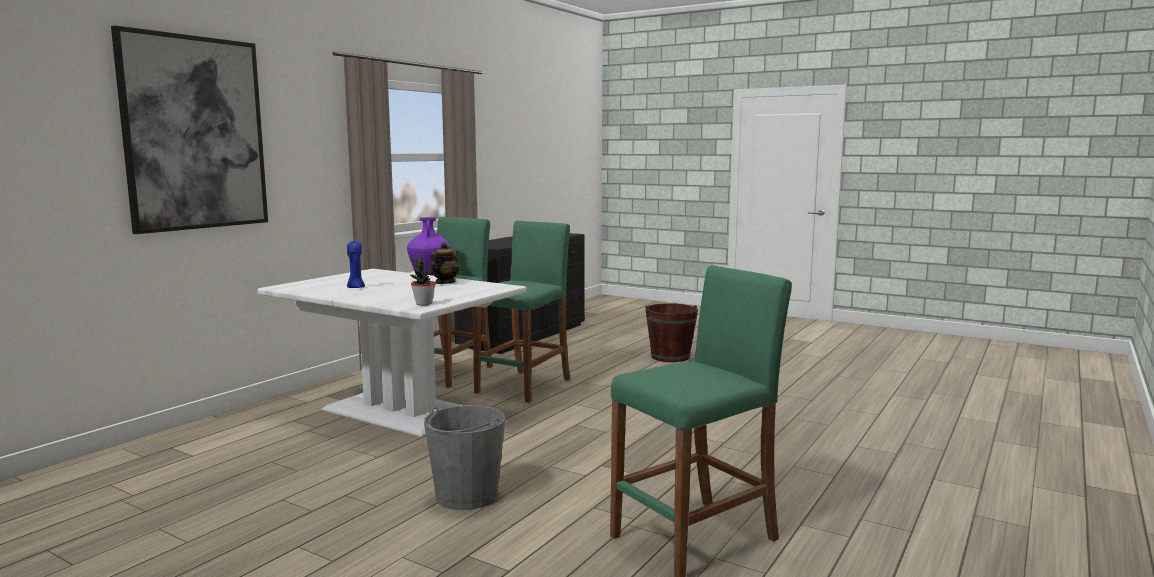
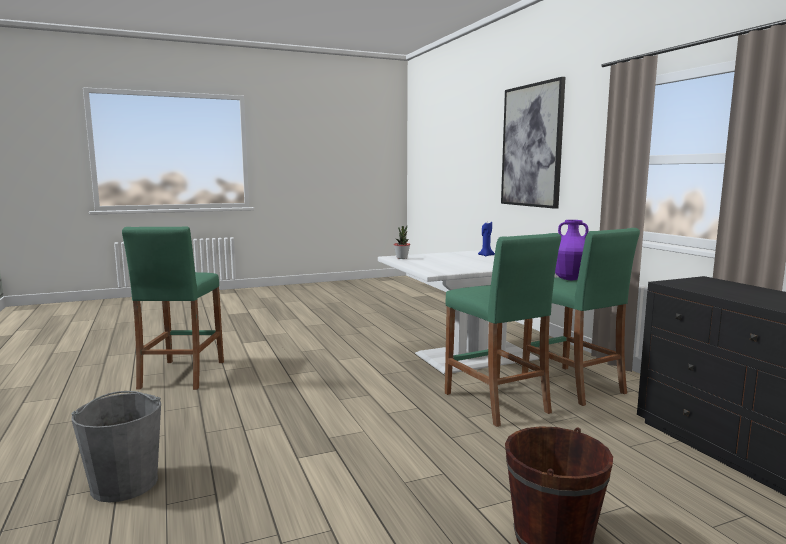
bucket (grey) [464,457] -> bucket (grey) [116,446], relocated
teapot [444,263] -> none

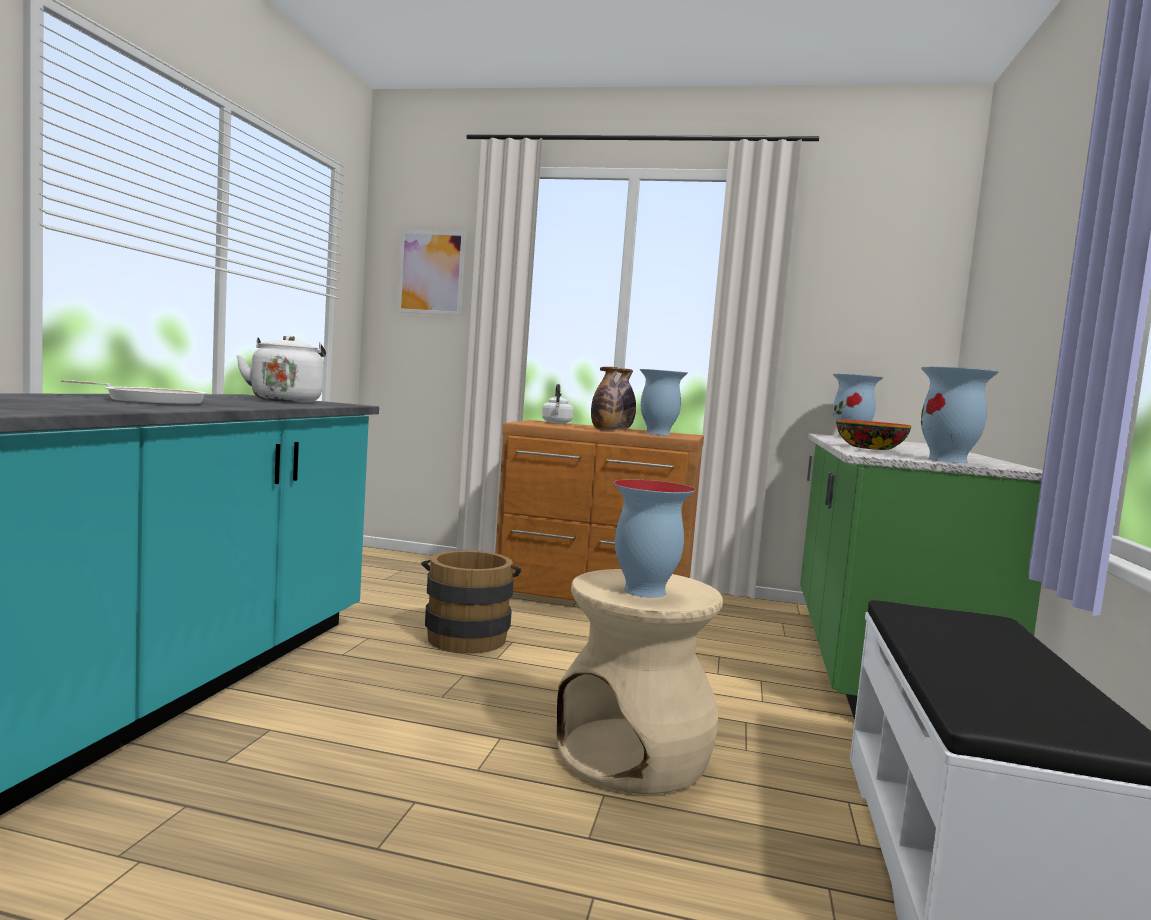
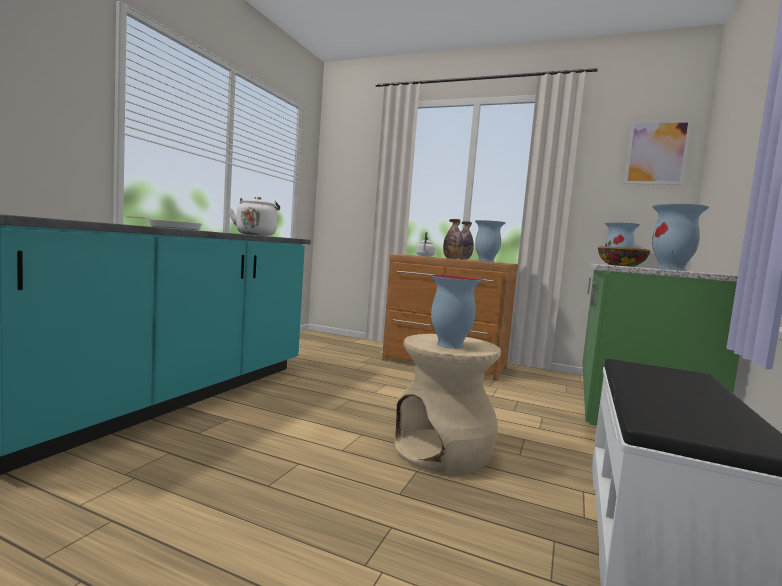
picture [431,273] -> picture [658,152], relocated
bucket (brown) [471,602] -> none

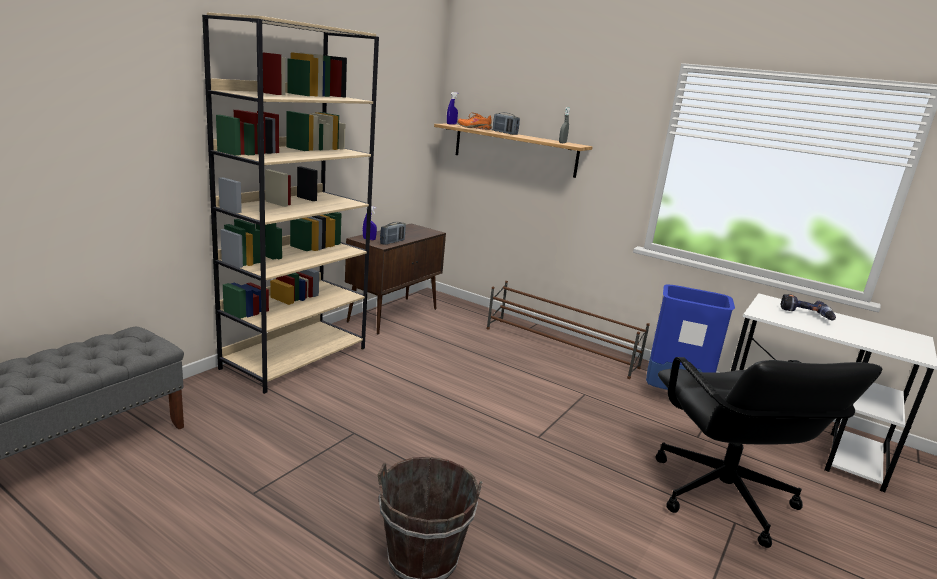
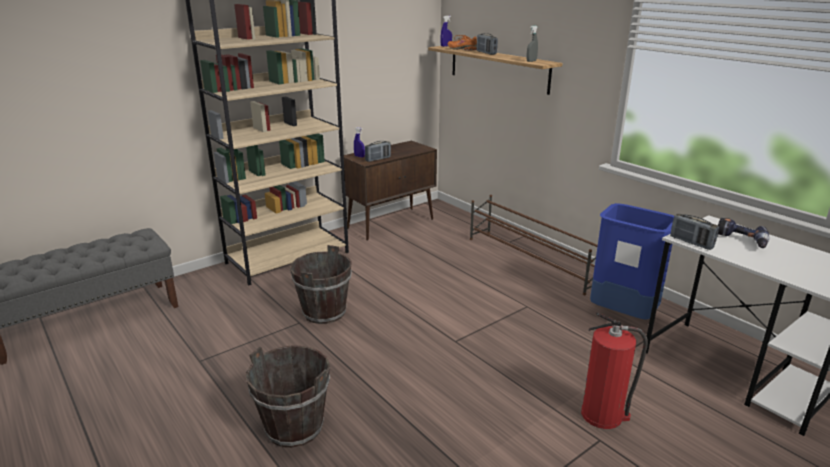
office chair (black) [768,452] -> fire extinguisher [614,371]
none -> bucket (brown) [321,284]
none -> radio [694,232]

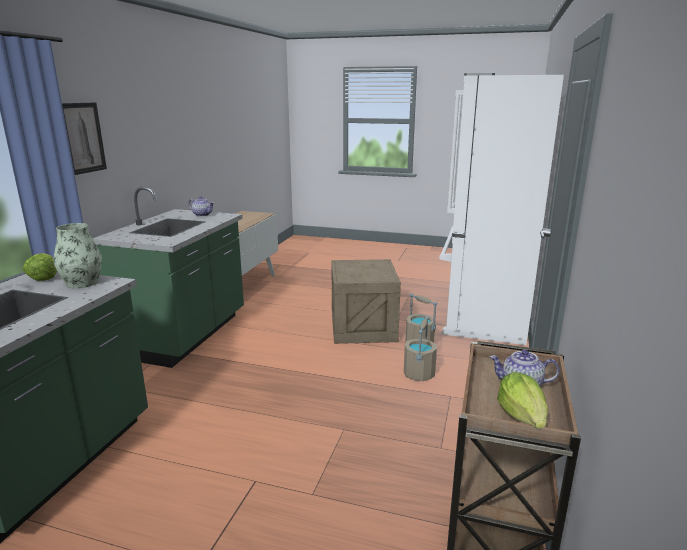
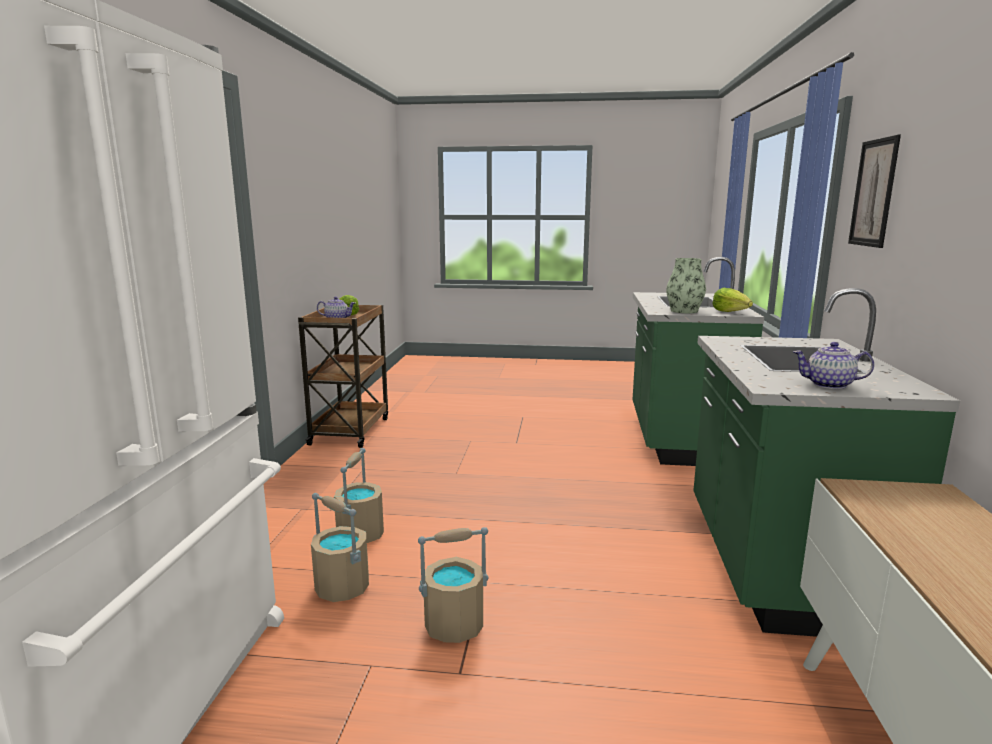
crate [366,301] -> bucket (beige) [453,585]

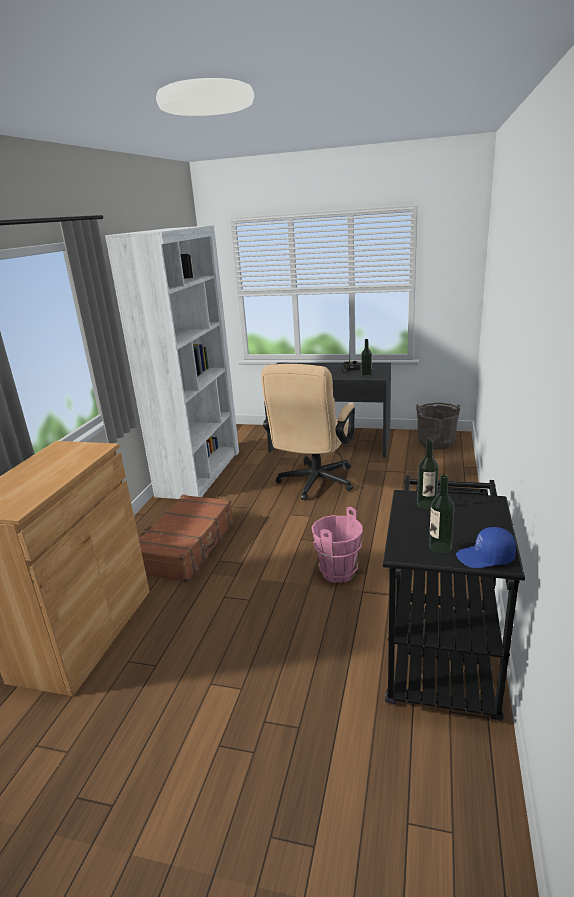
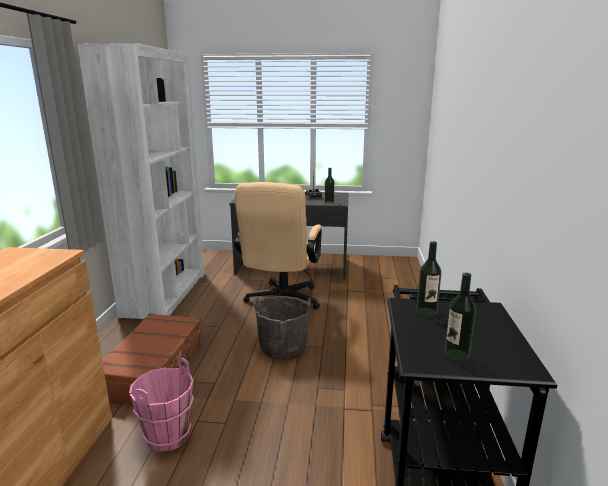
bucket (pink) [337,545] -> bucket (pink) [161,405], relocated
bucket (grey) [438,425] -> bucket (grey) [282,327], relocated
cap (blue) [486,547] -> none

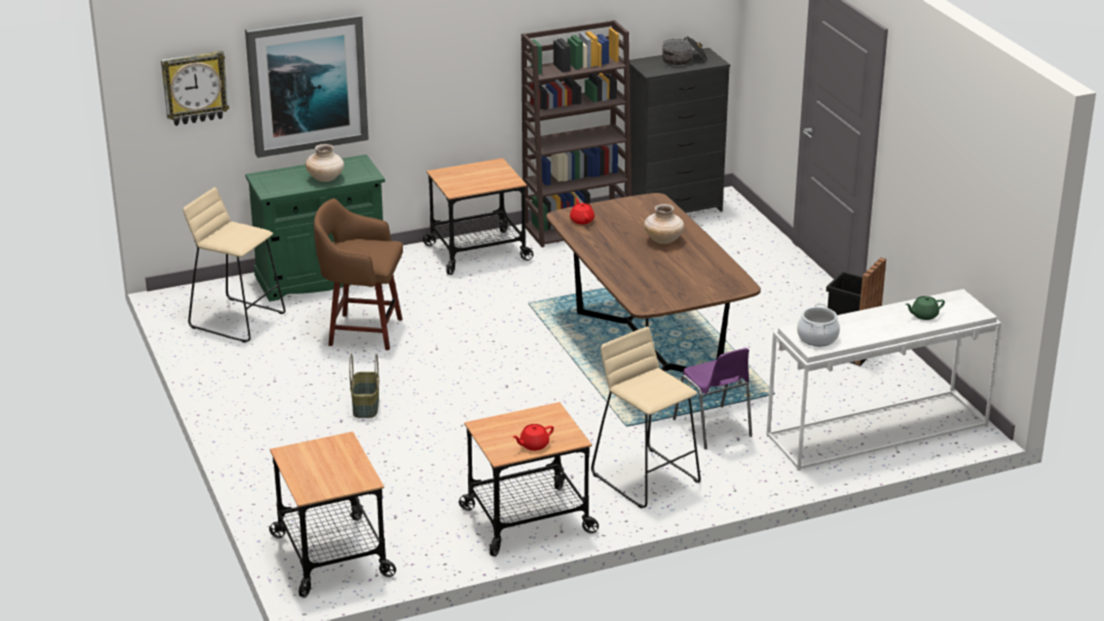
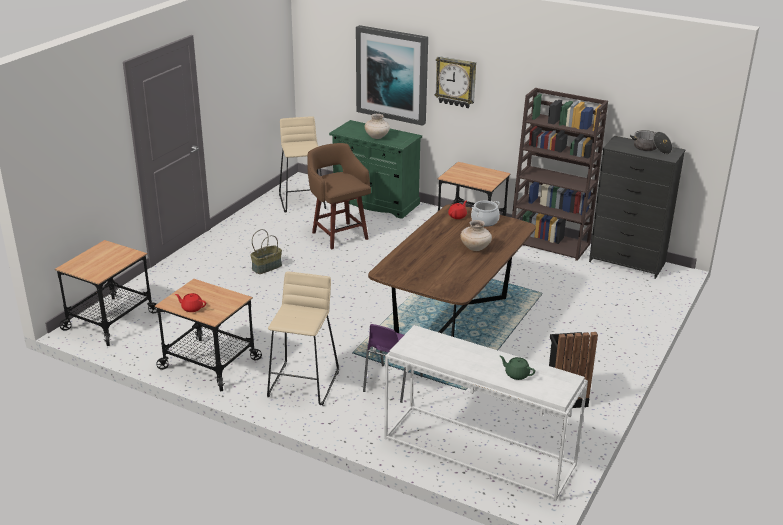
wall clock [195,88] -> wall clock [455,82], relocated
cooking pot [818,324] -> cooking pot [485,214], relocated

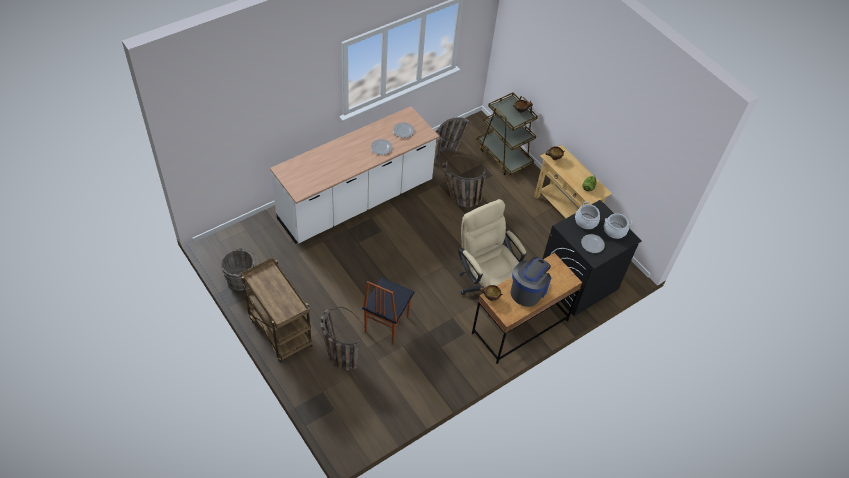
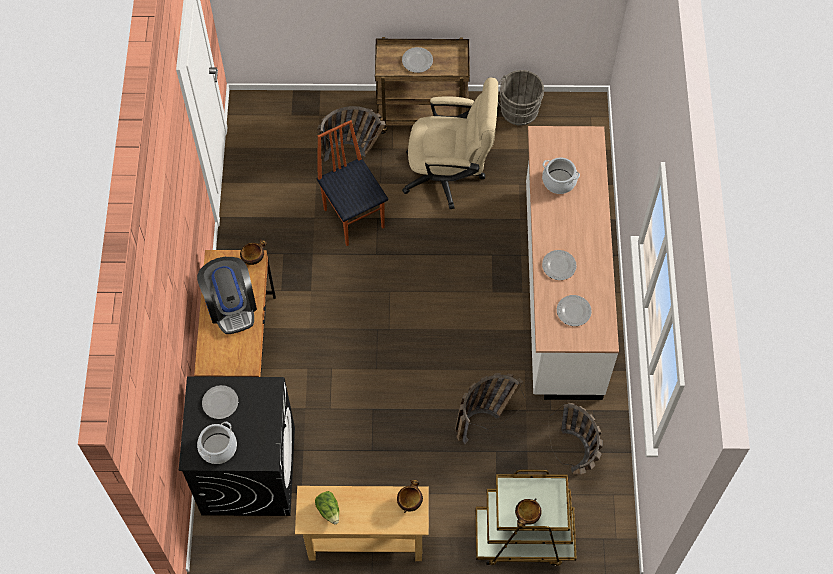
office chair (beige) [492,257] -> office chair (beige) [450,143], relocated
cooking pot [587,215] -> cooking pot [561,176], relocated
none -> plate [417,60]

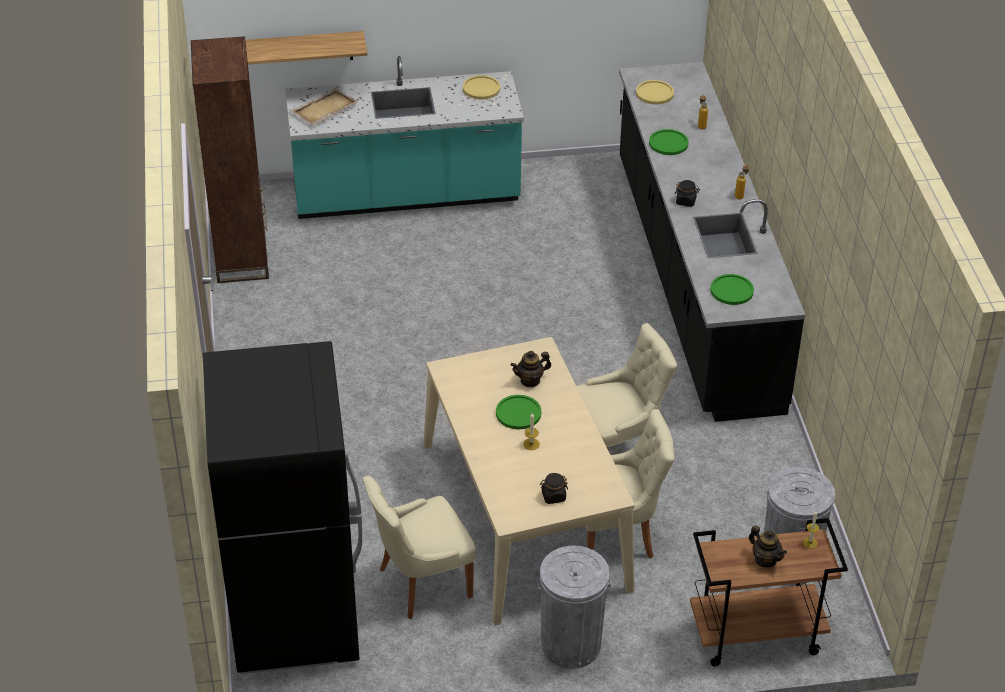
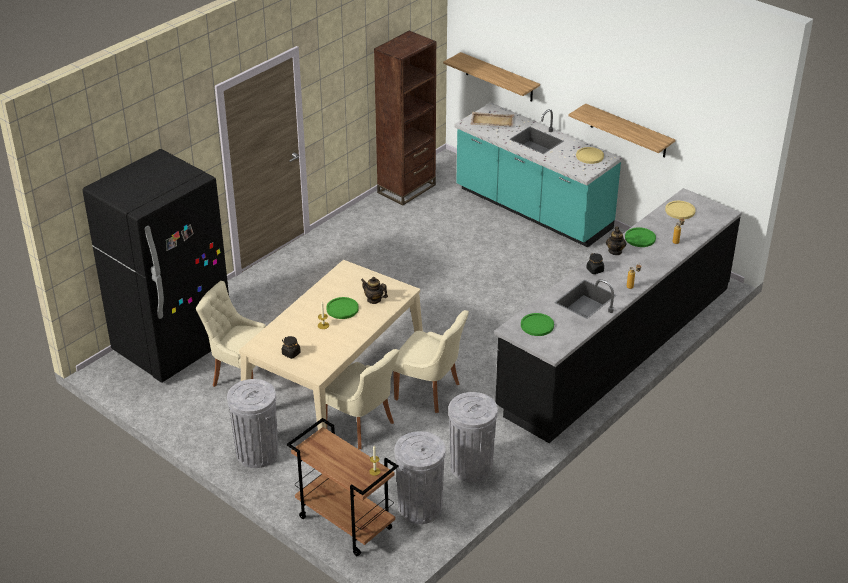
teapot [768,547] -> teapot [616,240], relocated
none -> trash can (grey) [473,437]
none -> shelf [622,130]

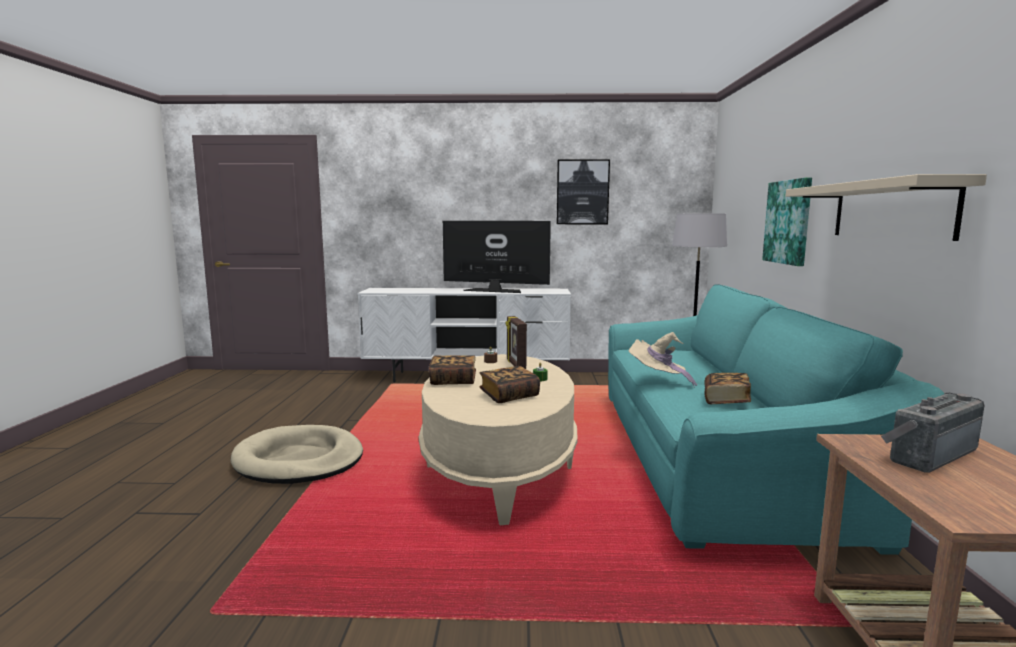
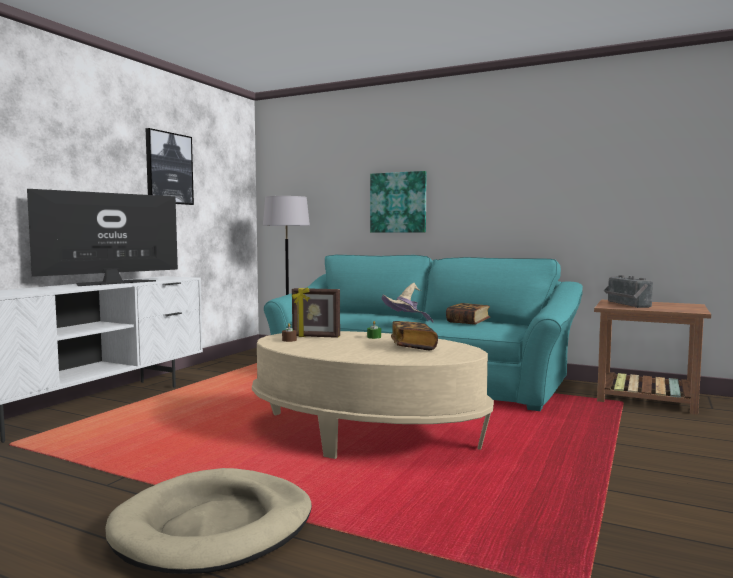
book [452,370] -> none
shelf (beige) [886,207] -> none

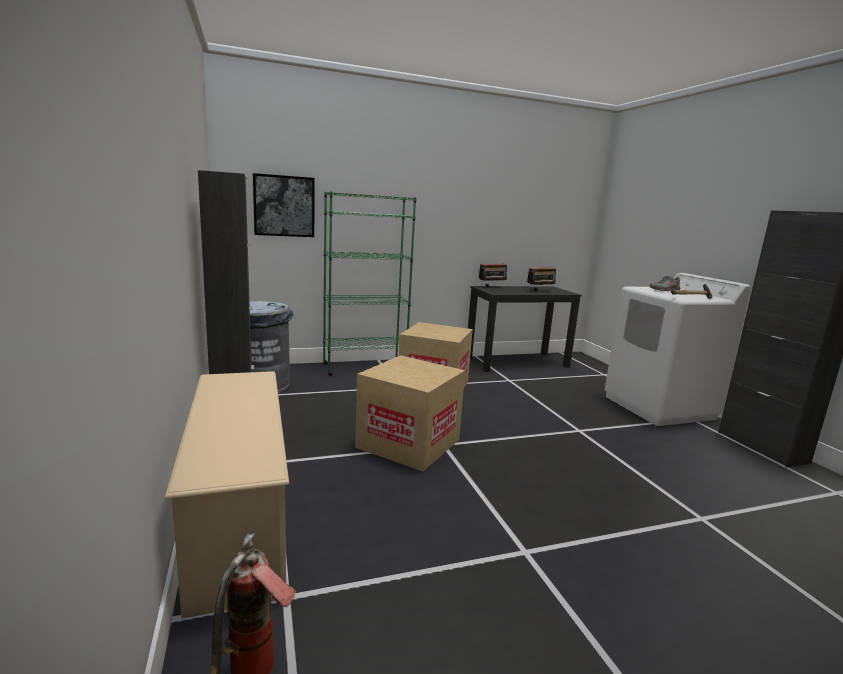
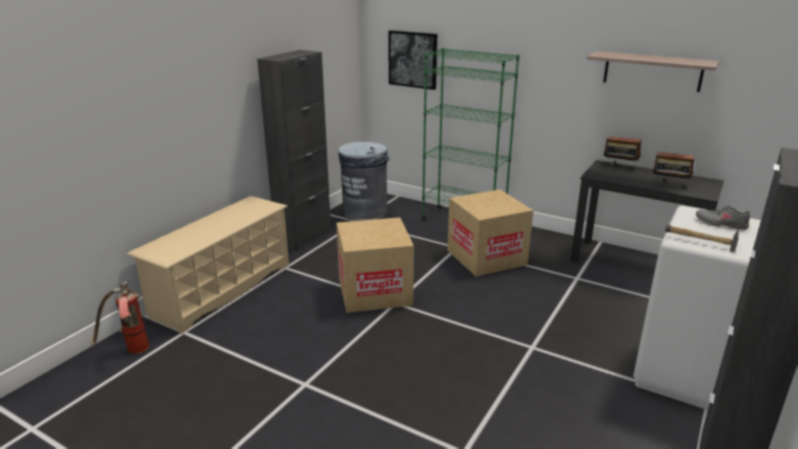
none -> shelf [653,71]

